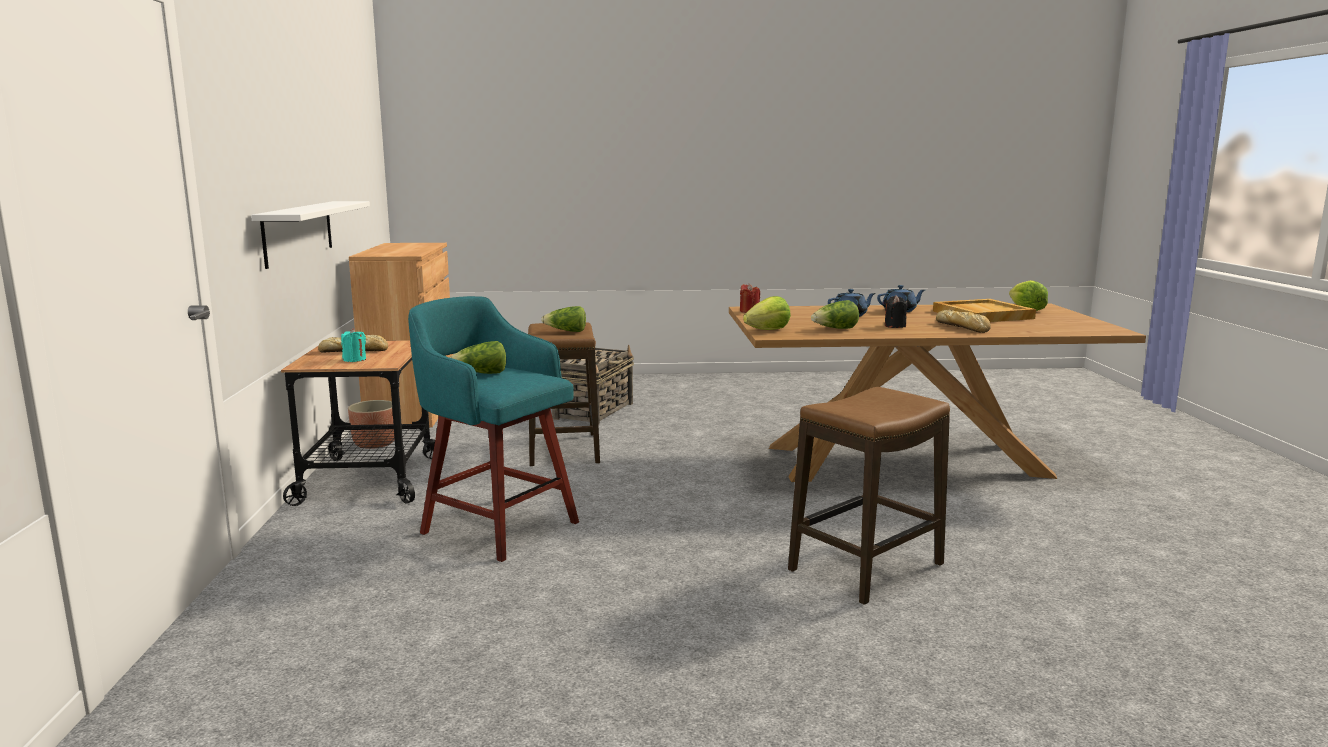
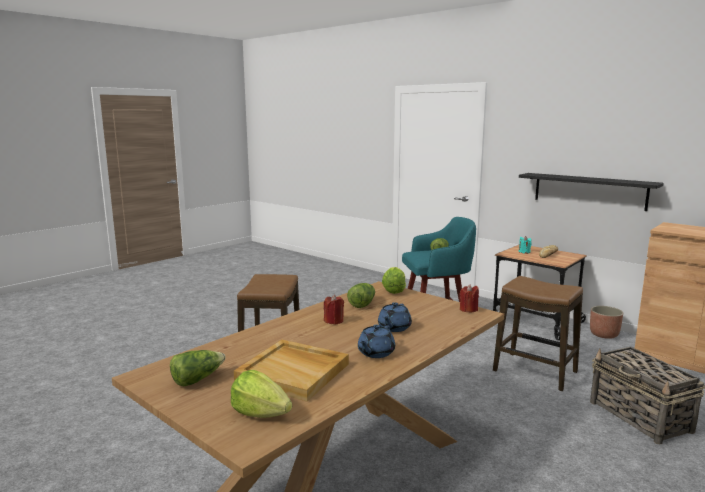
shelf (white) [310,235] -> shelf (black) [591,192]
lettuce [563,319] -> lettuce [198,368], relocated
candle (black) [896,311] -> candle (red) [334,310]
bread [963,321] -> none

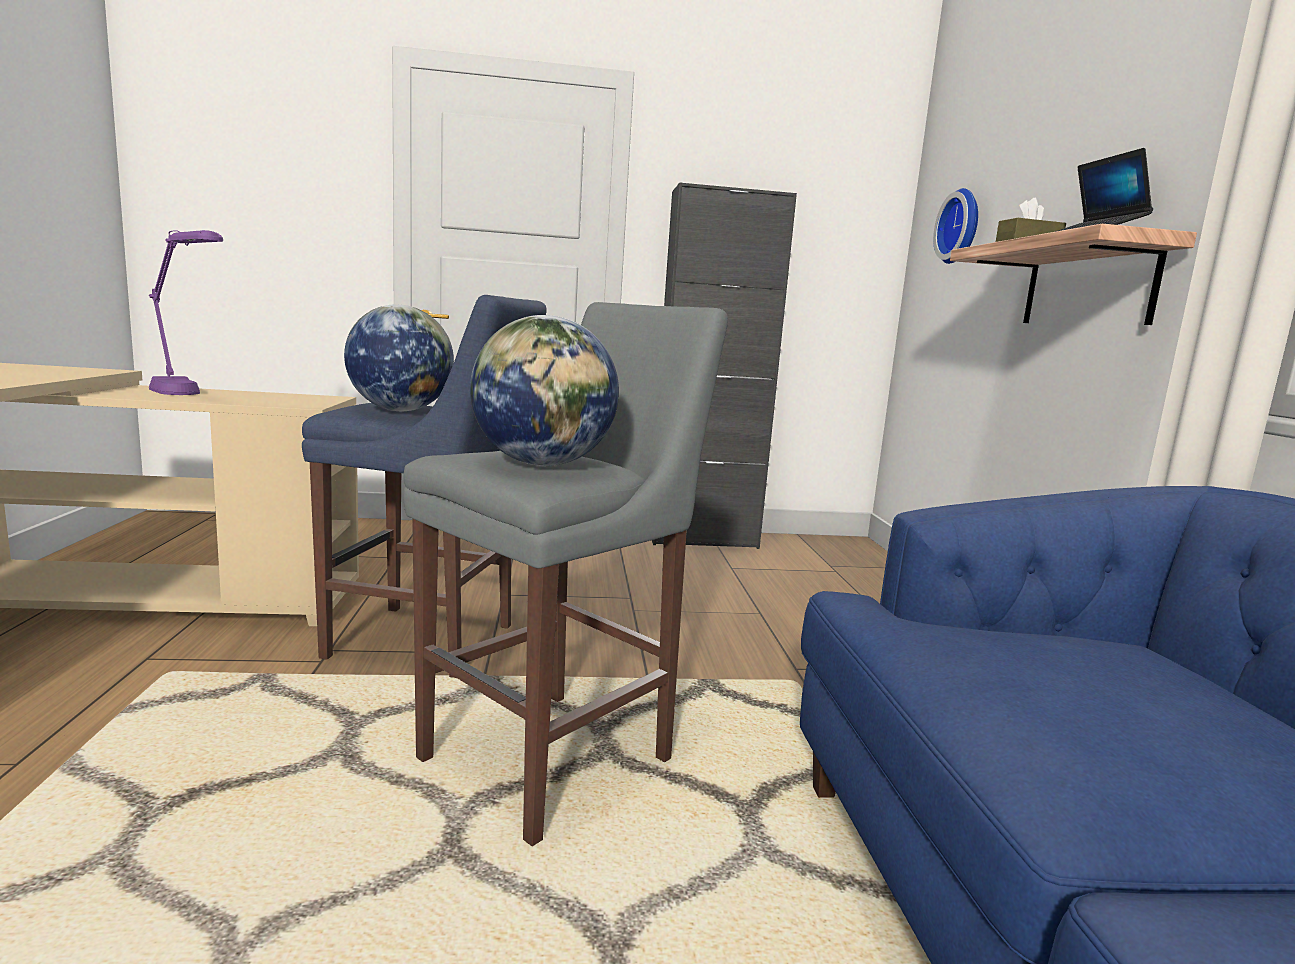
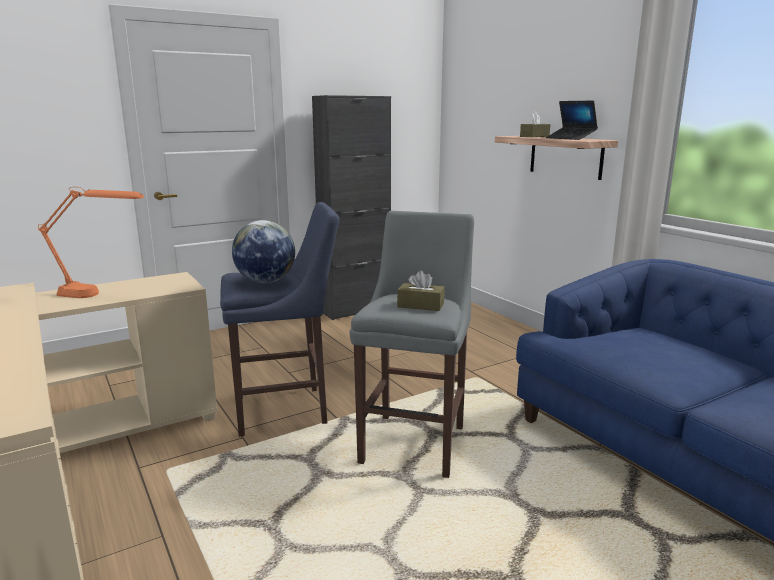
table lamp (purple) [186,312] -> table lamp (orange) [91,242]
globe [544,390] -> tissue box (brown) [421,291]
wall clock [955,226] -> none

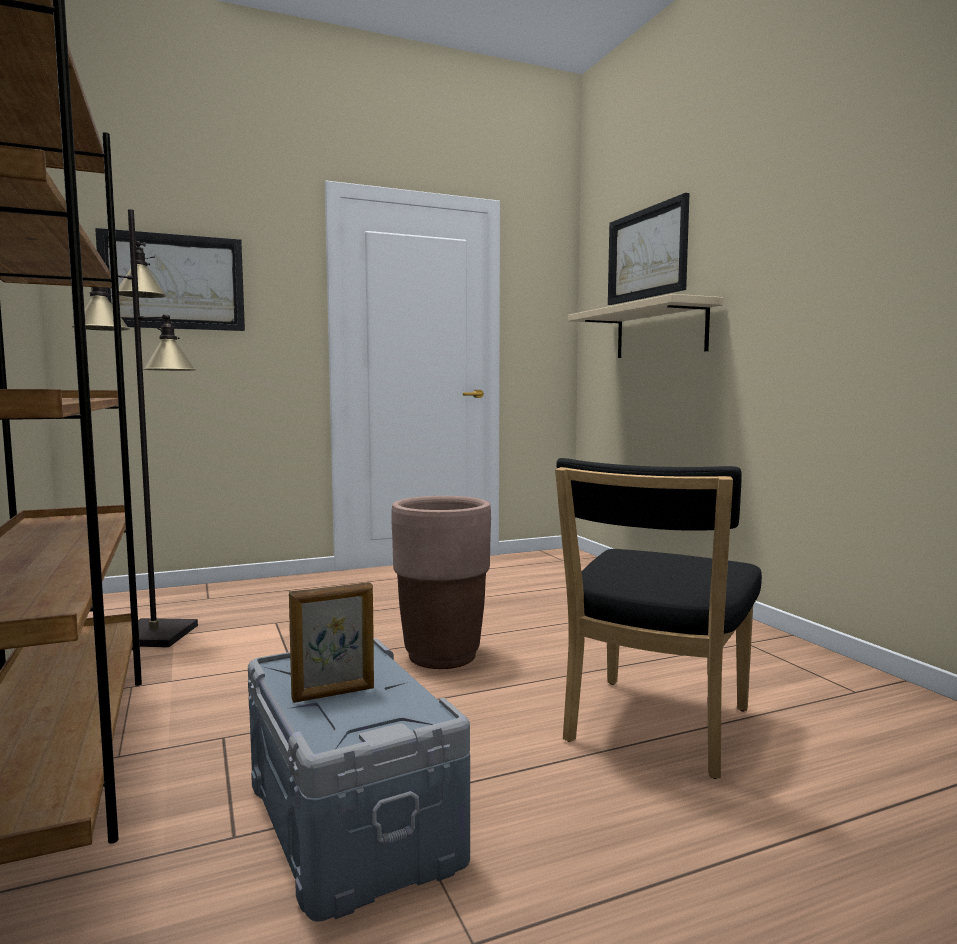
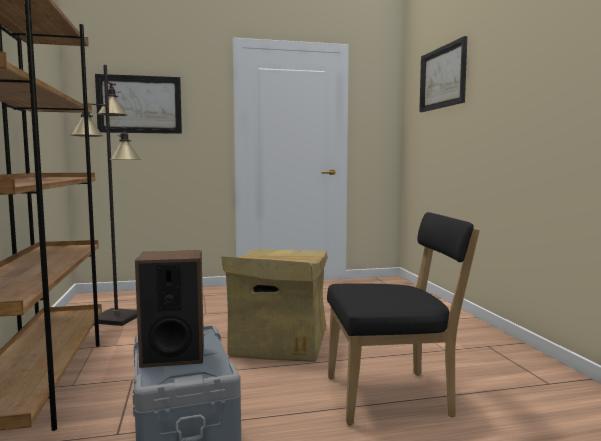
picture frame [331,642] -> speaker [169,309]
planter (brown) [441,582] -> cardboard box [274,305]
chair (black) [658,618] -> chair (black) [403,318], 135 degrees counterclockwise
shelf (beige) [646,326] -> none

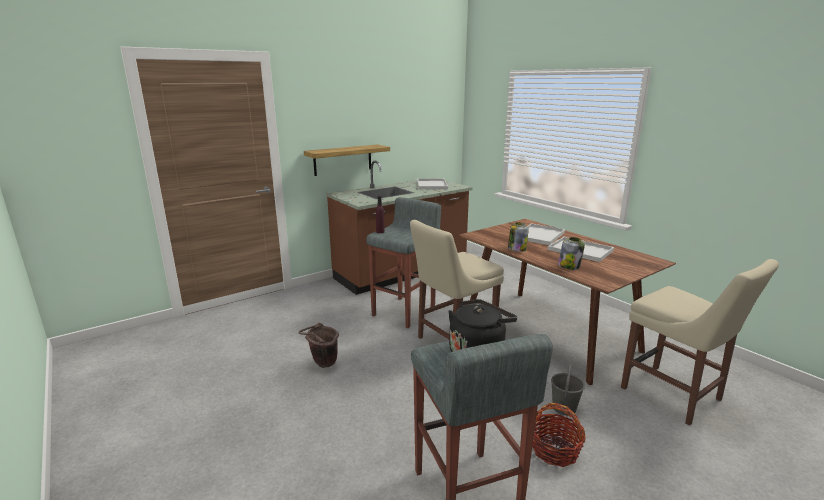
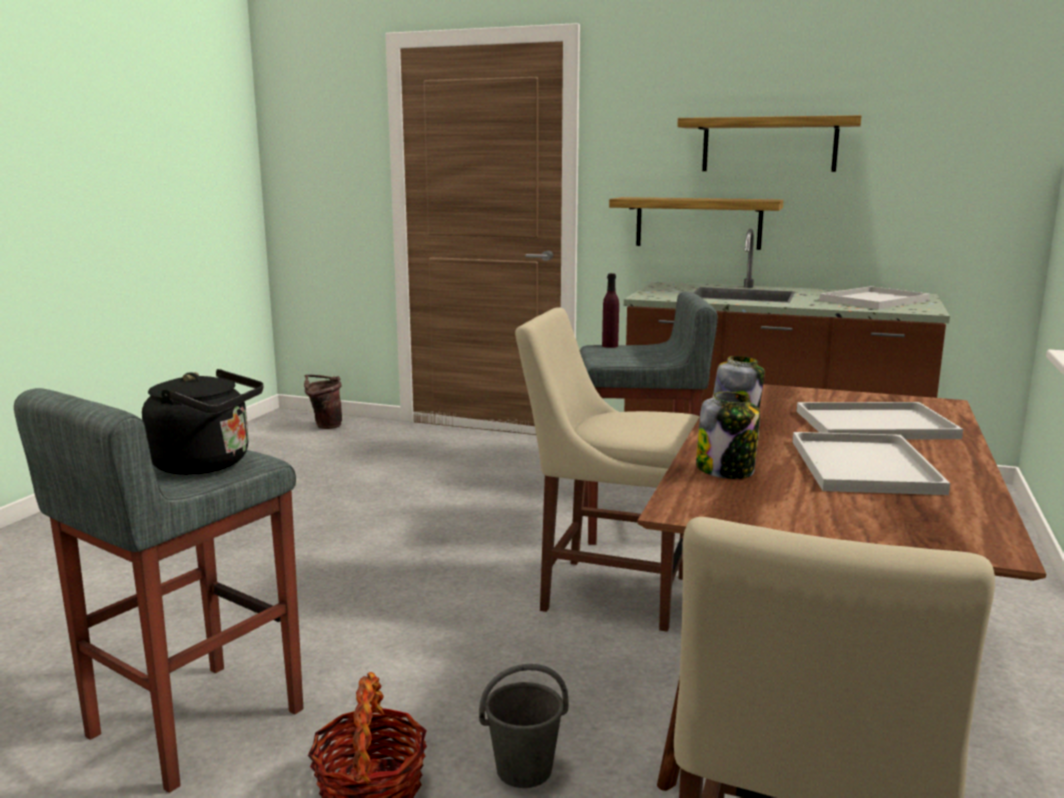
bucket (brown) [319,345] -> bucket (brown) [323,402], relocated
none -> shelf [769,143]

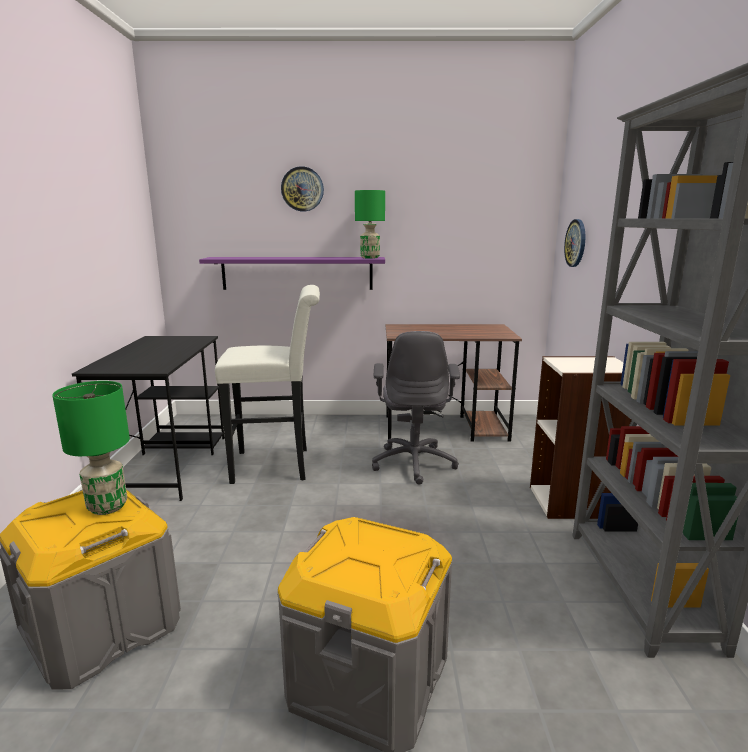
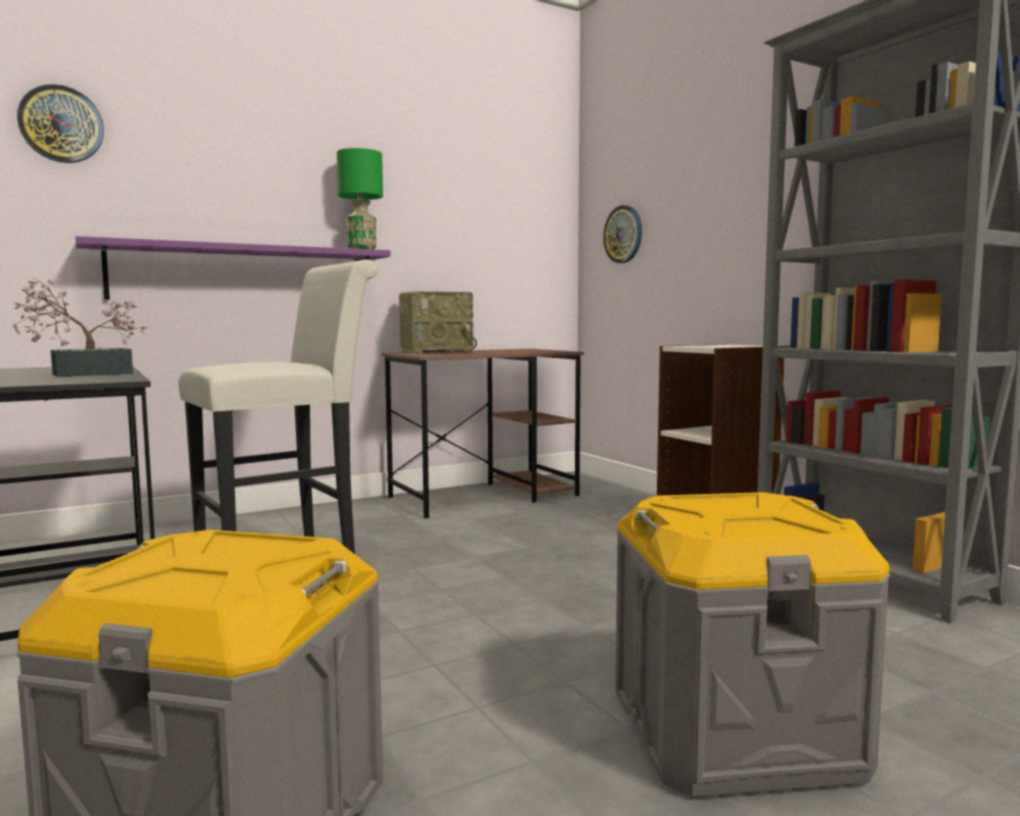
table lamp (green) [91,448] -> none
wall clock [302,188] -> wall clock [60,123], relocated
office chair (grey) [416,408] -> none
none -> potted plant [80,327]
none -> radio [438,323]

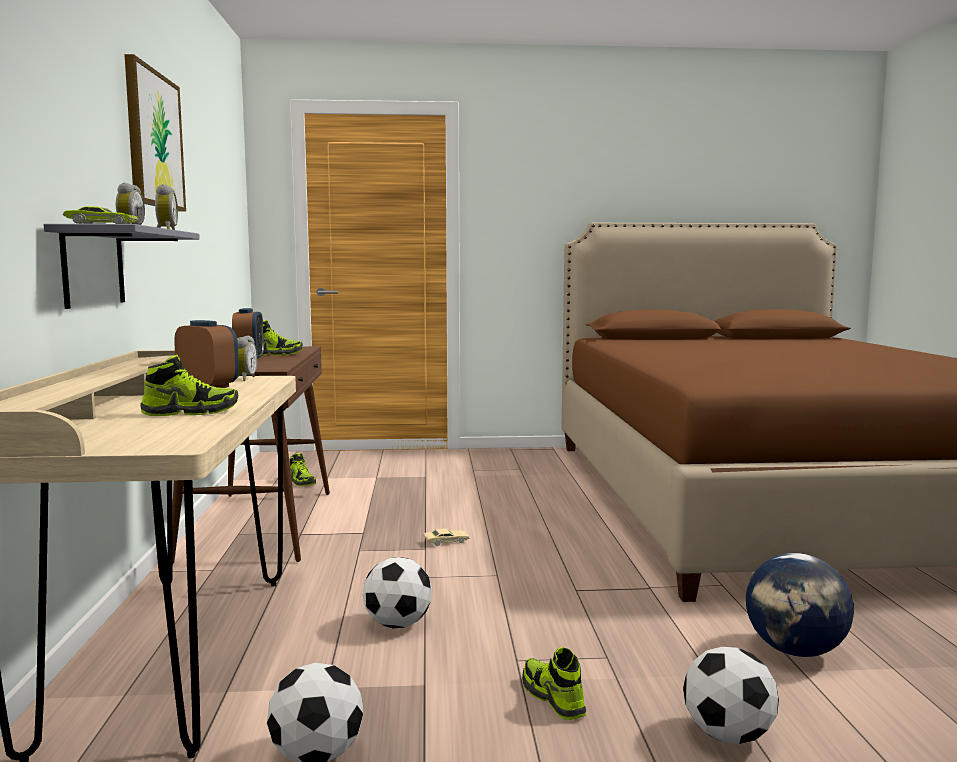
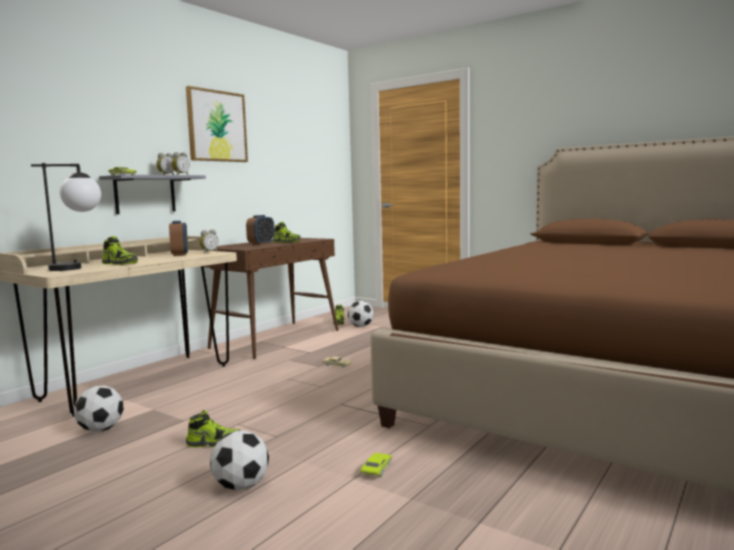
football [397,592] -> football [361,314], relocated
shoe [554,683] -> shoe [213,429], 75 degrees clockwise
globe [800,605] -> toy car (green) [376,465]
none -> table lamp [66,217]

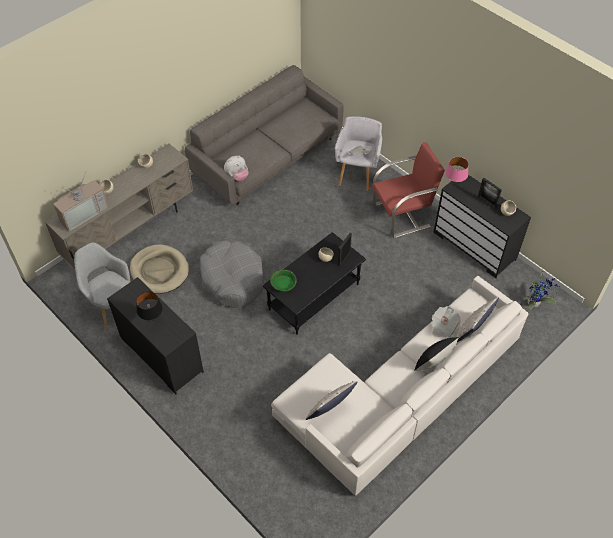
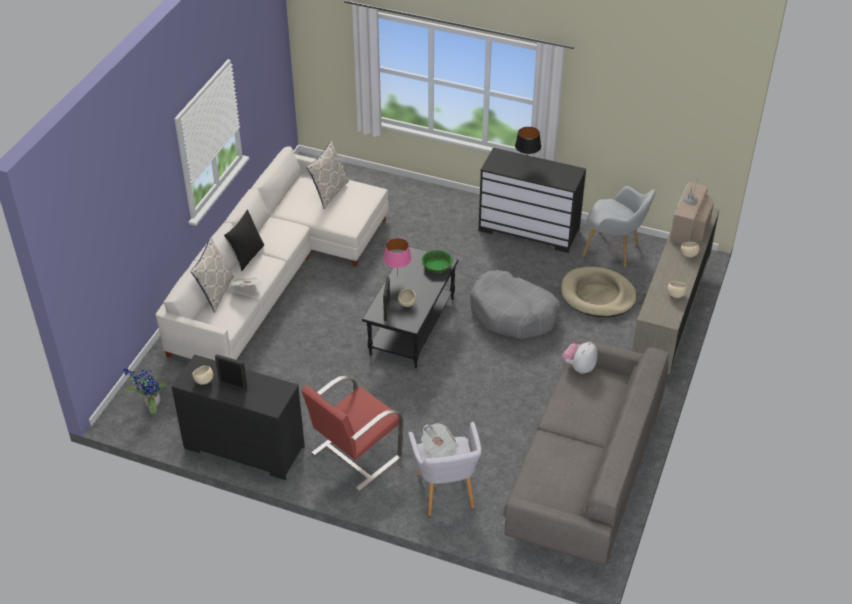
table lamp (pink) [456,171] -> table lamp (pink) [397,253], relocated

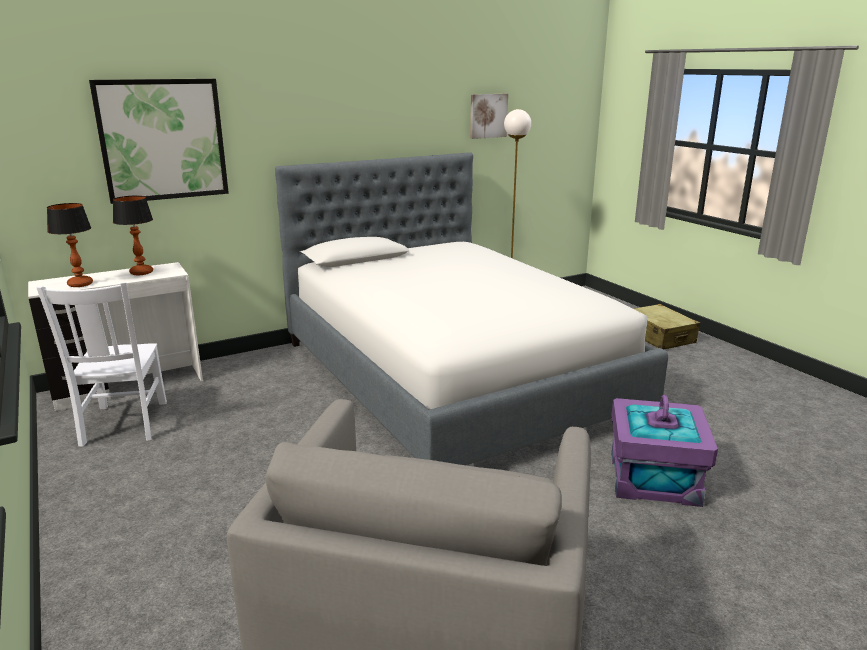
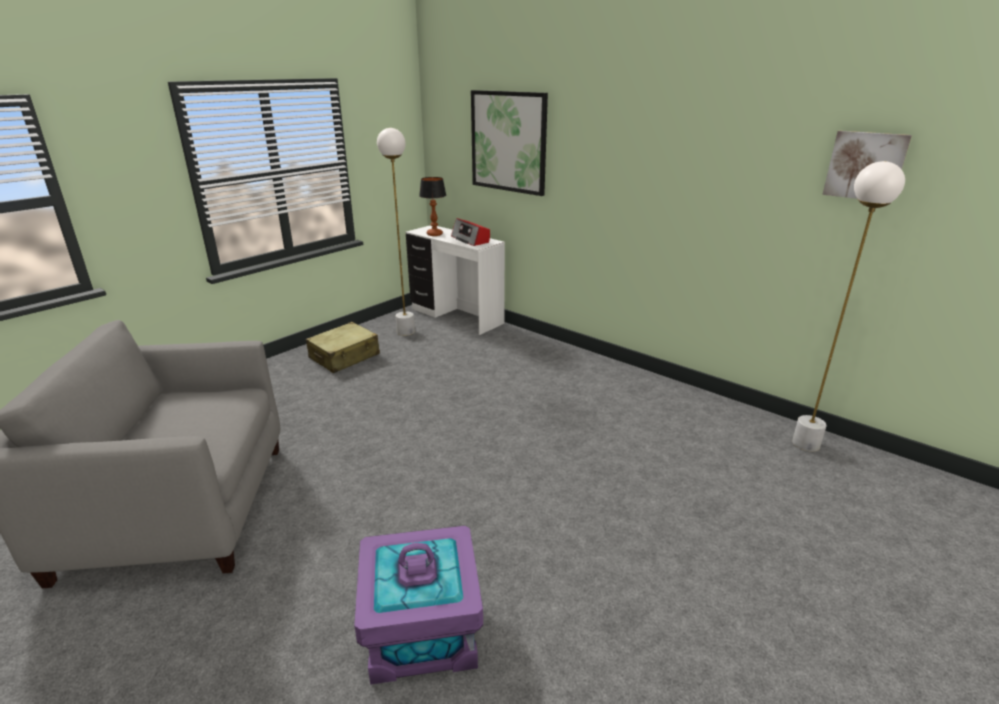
chair (white) [101,364] -> floor lamp (white) [396,232]
table lamp [133,235] -> radio [470,232]
bed [471,308] -> none
suitcase (beige) [667,326] -> suitcase (beige) [343,347], relocated

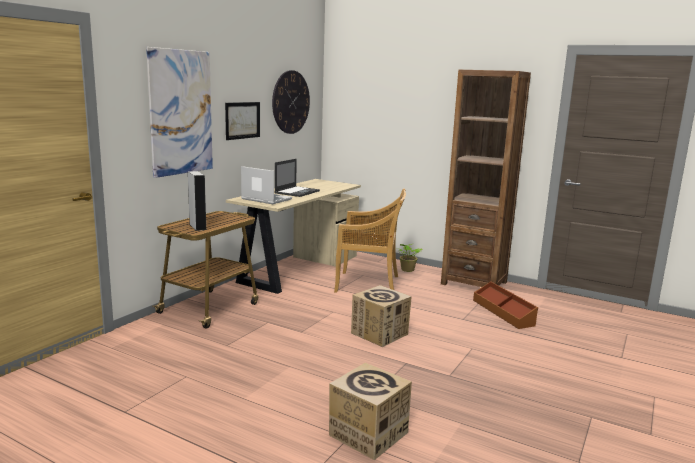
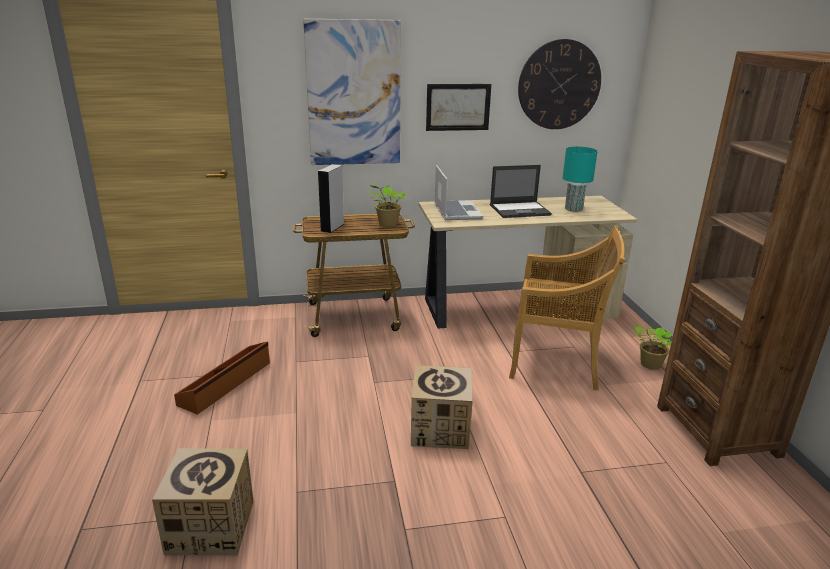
chair (beige) [370,240] -> chair (beige) [567,308], 45 degrees counterclockwise
storage box (brown) [505,305] -> storage box (brown) [222,378], relocated
none -> potted plant [387,206]
none -> table lamp (turquoise) [580,179]

